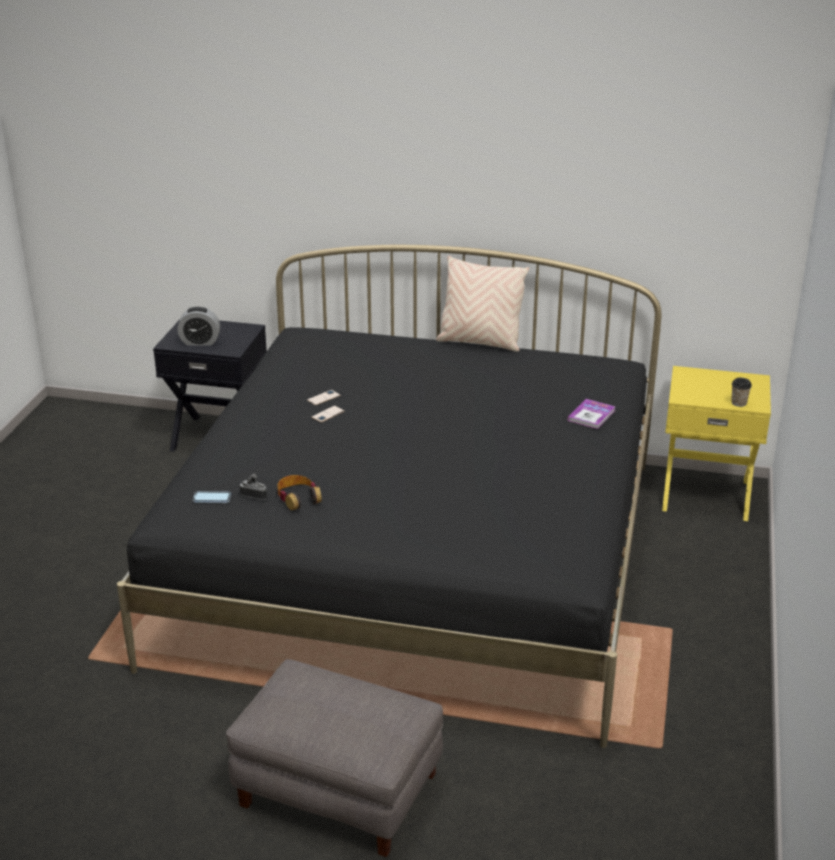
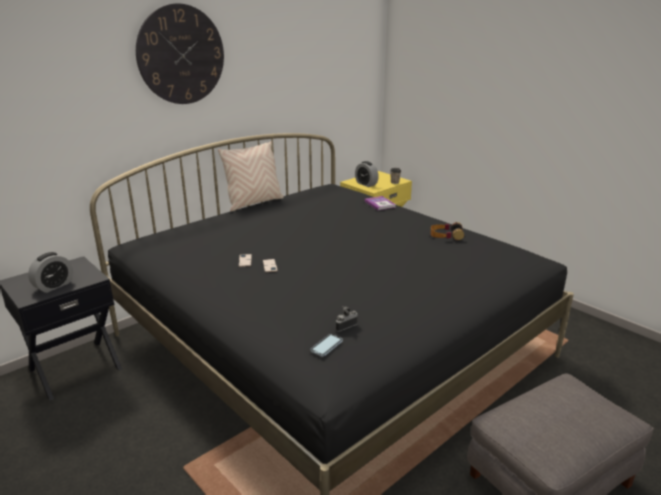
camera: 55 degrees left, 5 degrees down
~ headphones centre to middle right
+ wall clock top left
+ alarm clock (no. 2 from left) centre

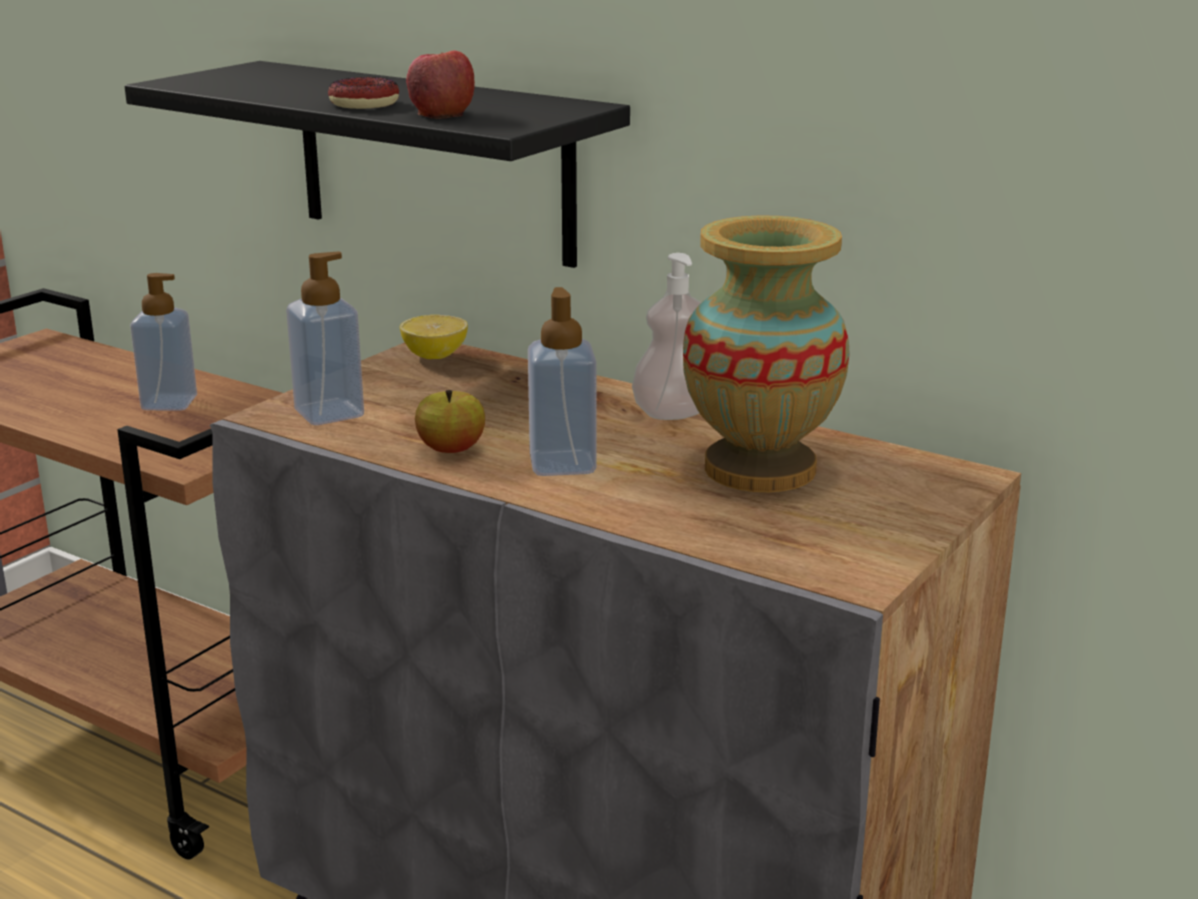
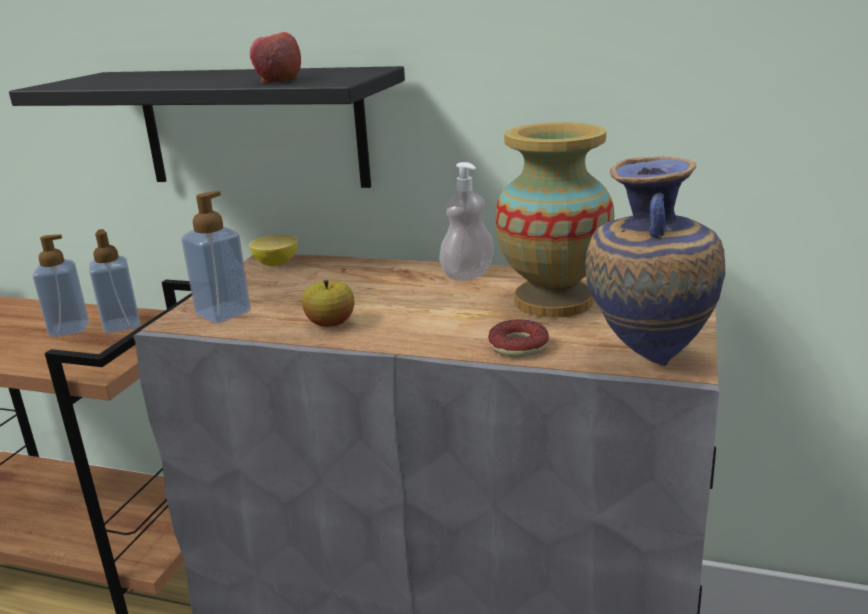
camera: 15 degrees left, 0 degrees up
~ donut top left to centre
~ soap dispenser (no. 3 from left in the first image) centre to soap dispenser (no. 2 from left) middle left
+ vase (no. 2 from left) middle right

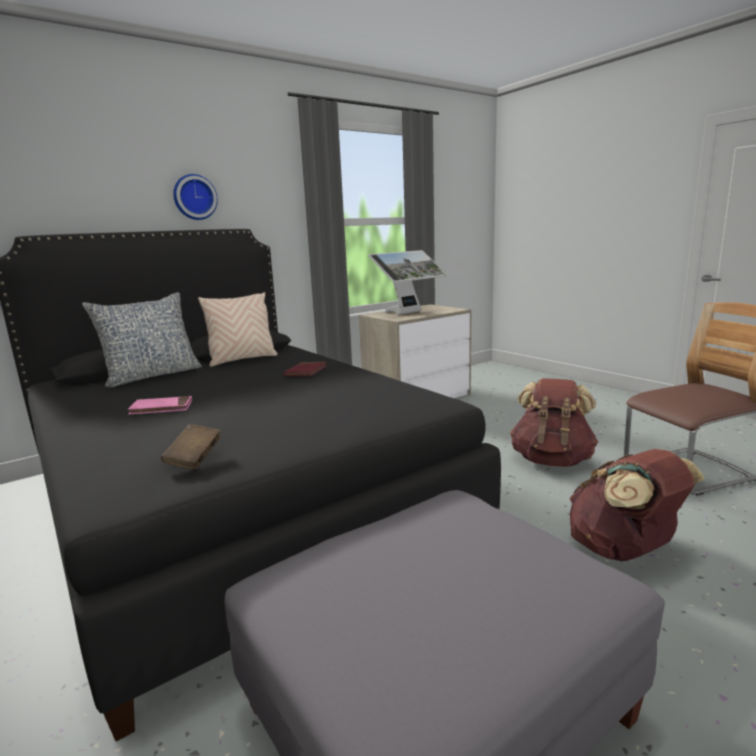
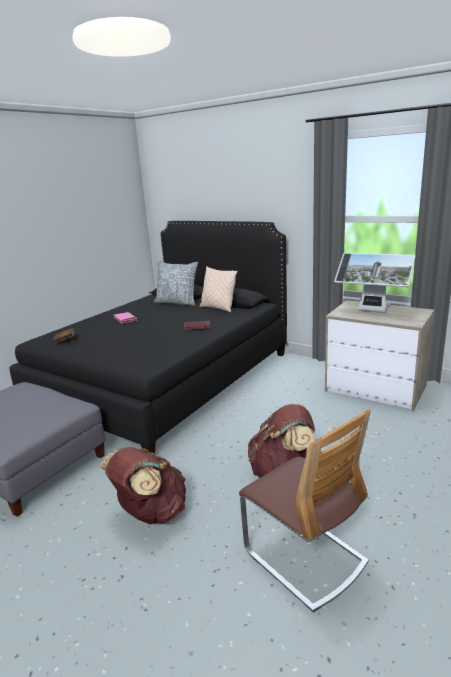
camera: 70 degrees right, 5 degrees up
- wall clock top left

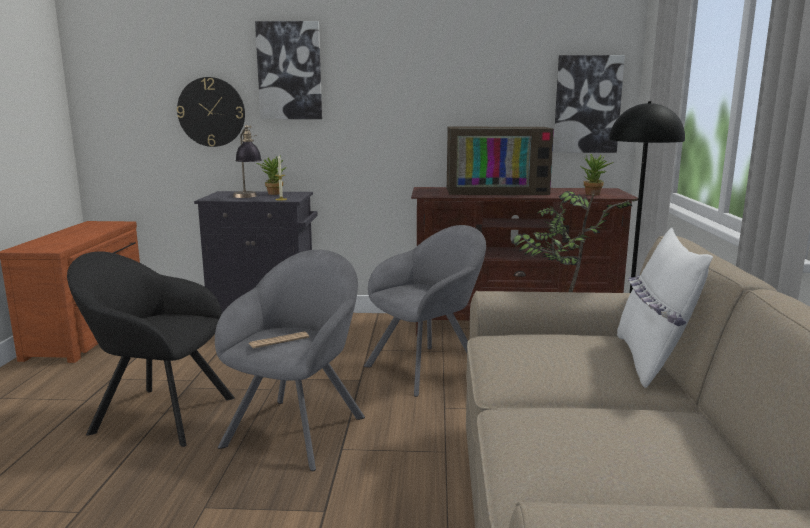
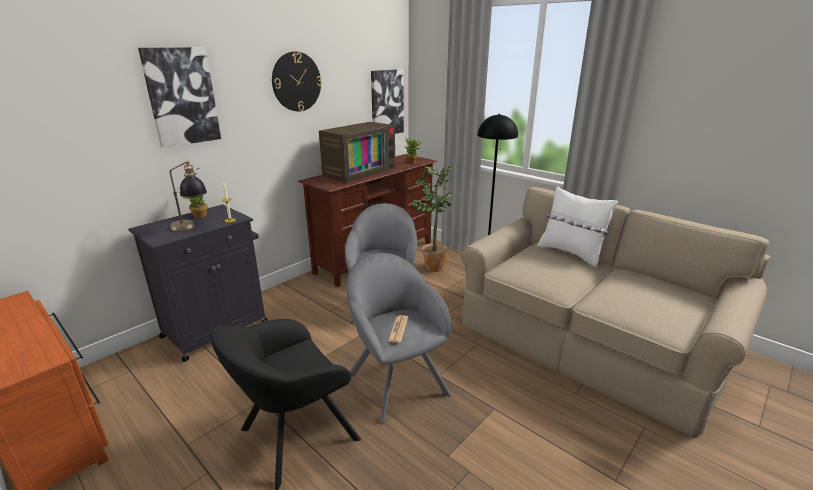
camera: 50 degrees left, 10 degrees up
~ wall clock top left to top centre

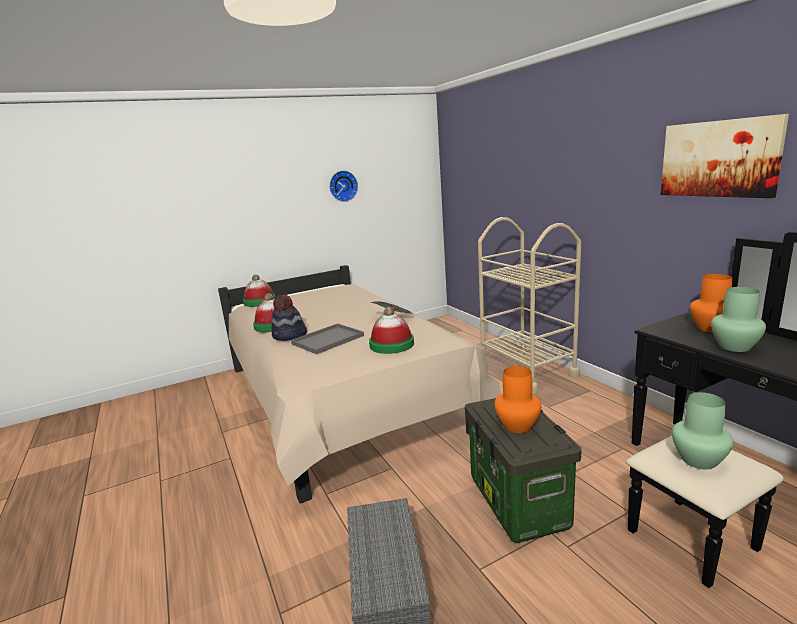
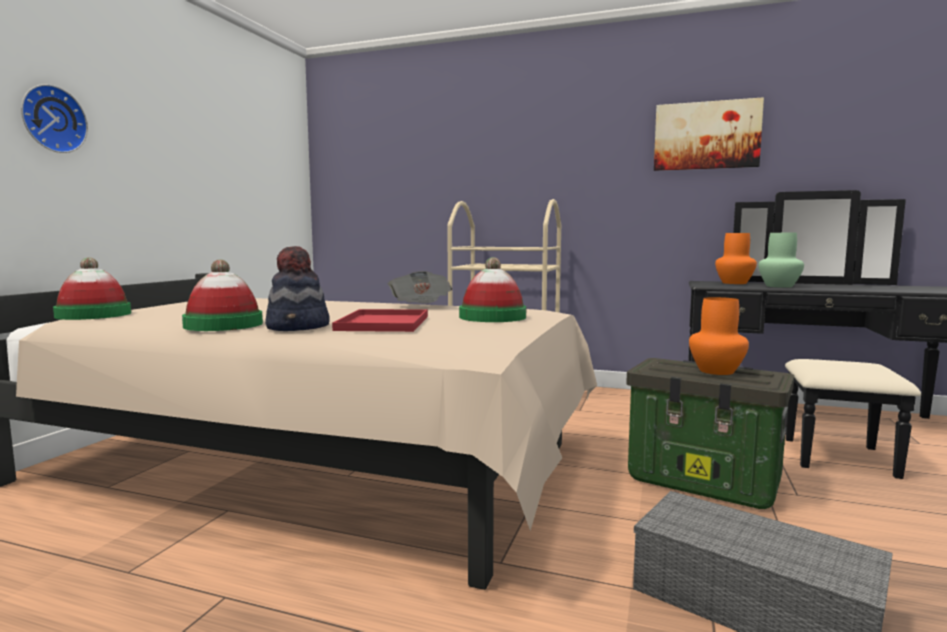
camera: 45 degrees left, 10 degrees down
~ grey tray centre to red tray centre
~ wall clock top centre to top left
- green vase (no. 1 from left) bottom right

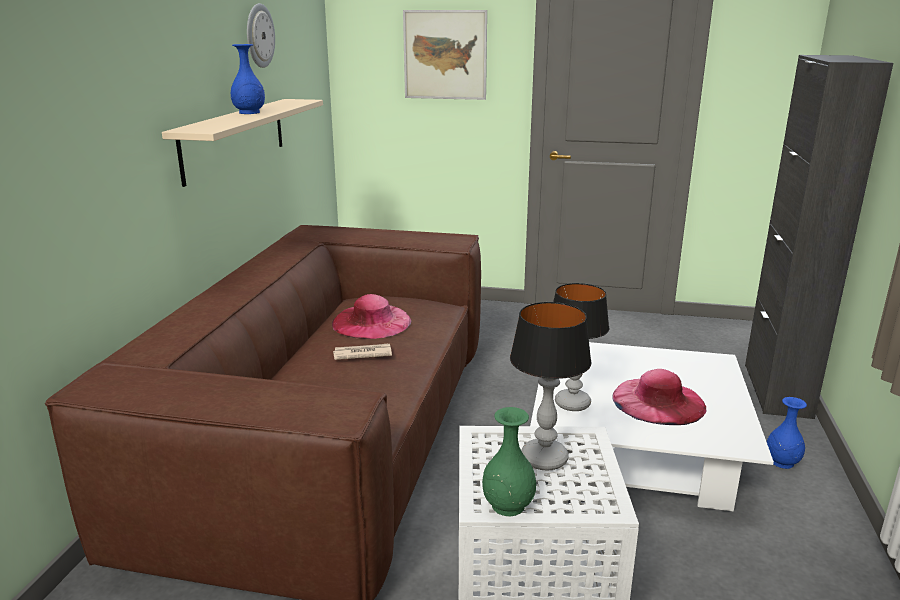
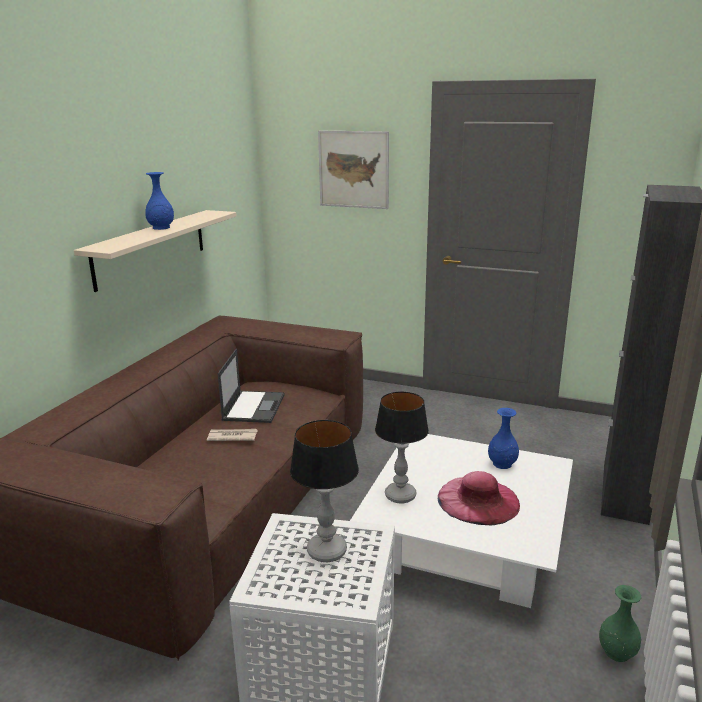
camera: 10 degrees right, 0 degrees up
- wall clock top left
~ pink hat (no. 1 from left) centre to laptop centre
~ green vase bottom centre to bottom right
~ blue vase (no. 2 from left) bottom right to middle right

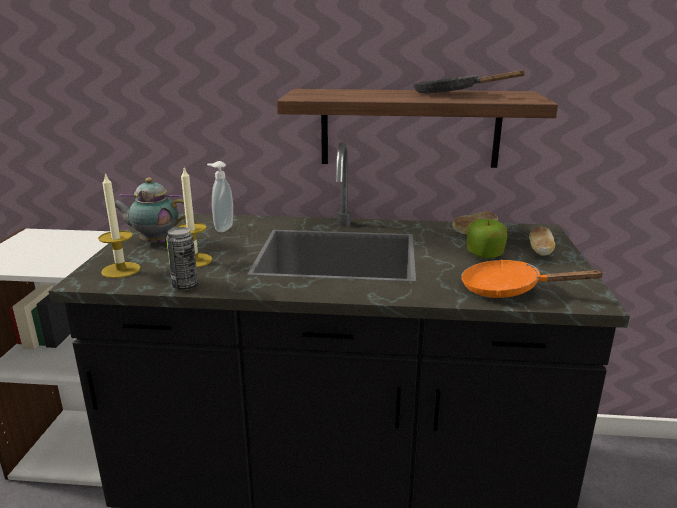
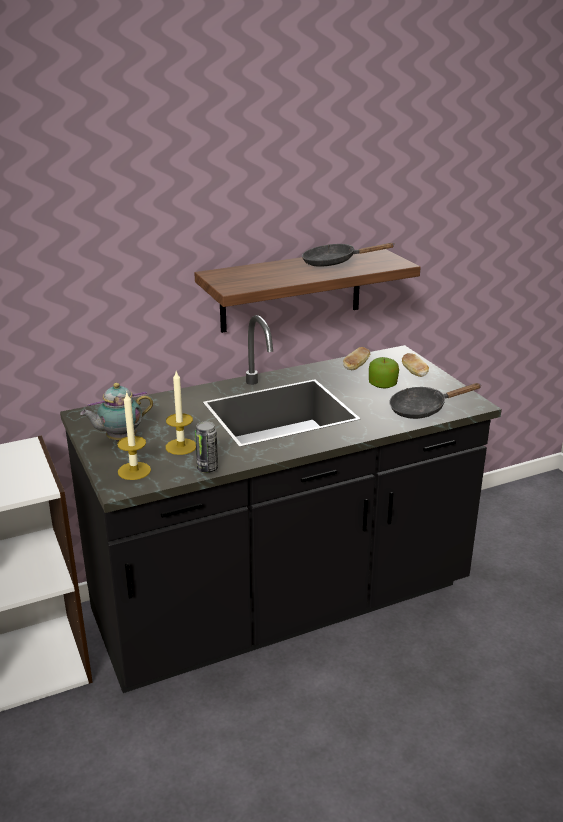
camera: 30 degrees left, 5 degrees up
- soap dispenser middle left
~ orange frying pan middle right to black frying pan (no. 2 from left) middle right

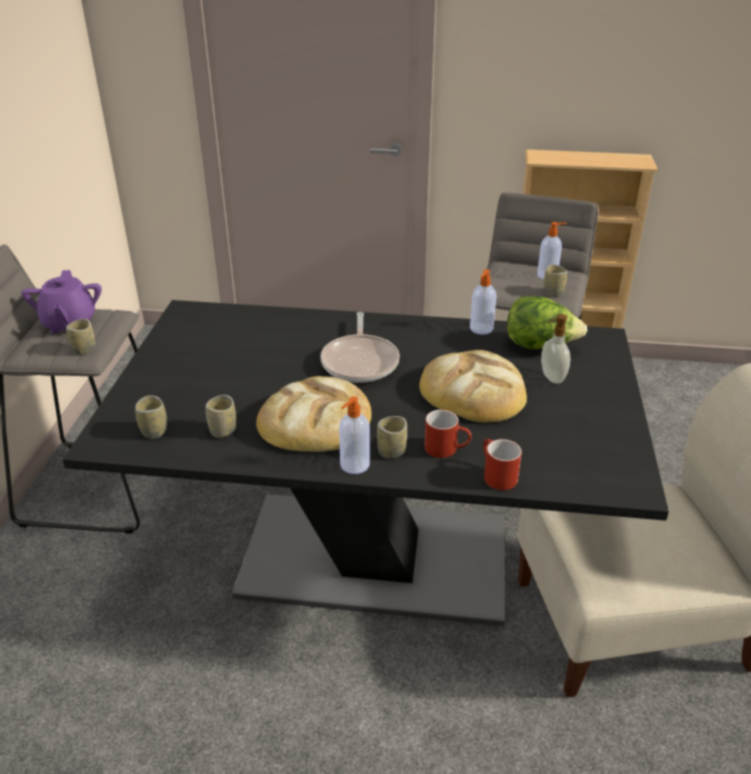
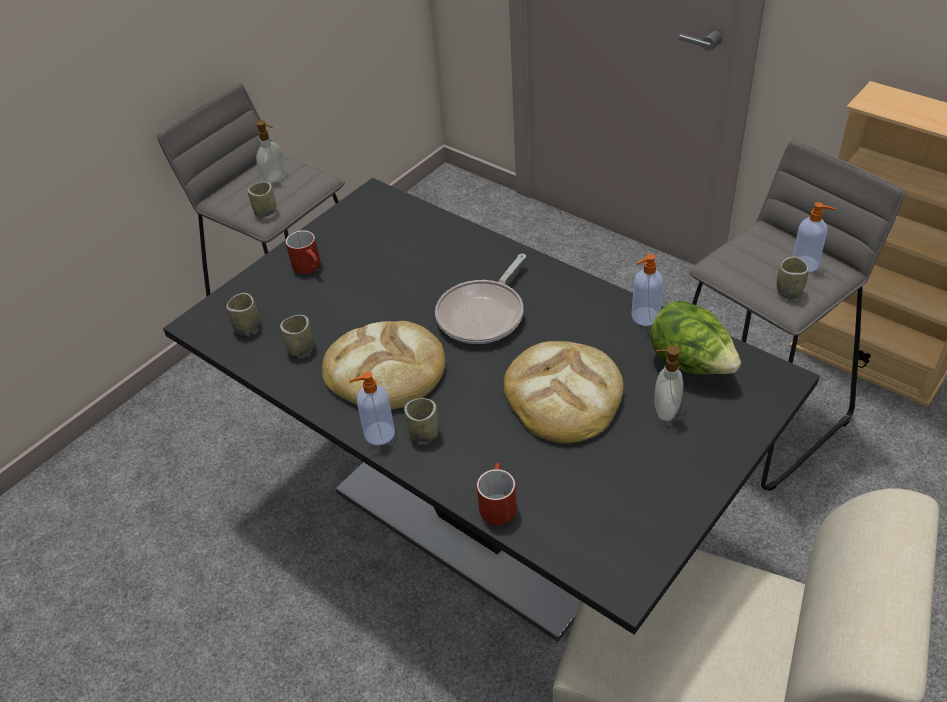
camera: 35 degrees right, 10 degrees up
~ purple teapot middle left to soap dispenser (no. 1 from left) top left
~ red mug (no. 1 from left) centre to middle left

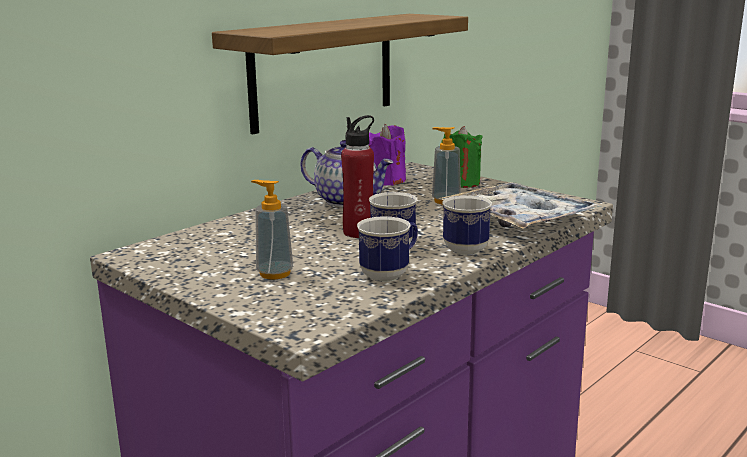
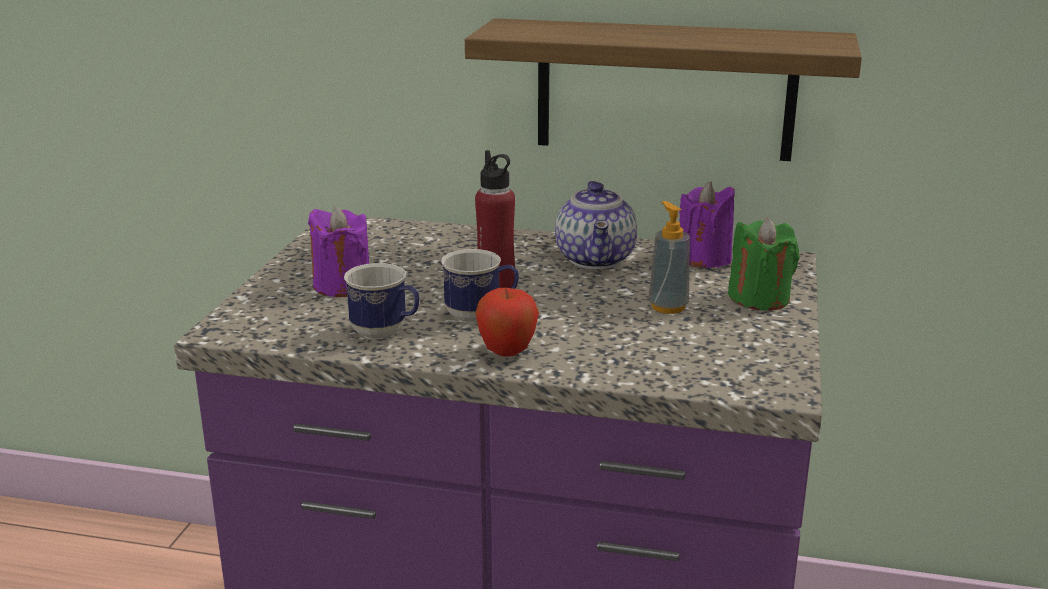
camera: 60 degrees right, 5 degrees up
~ soap dispenser (no. 1 from left) centre to purple candle (no. 1 from left) middle left
- tray middle right
~ mug (no. 3 from left) centre to apple centre

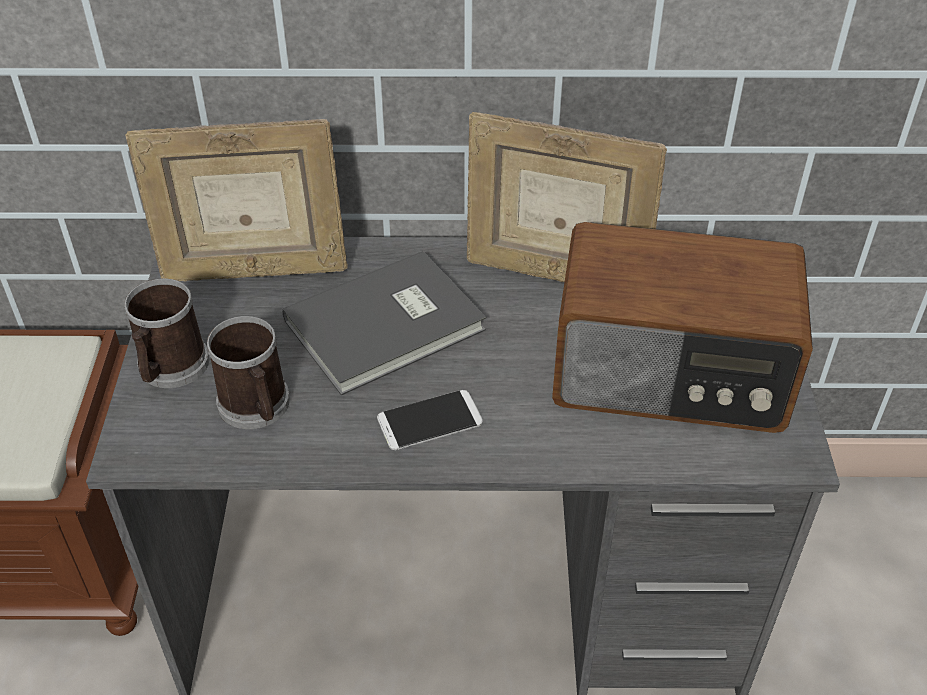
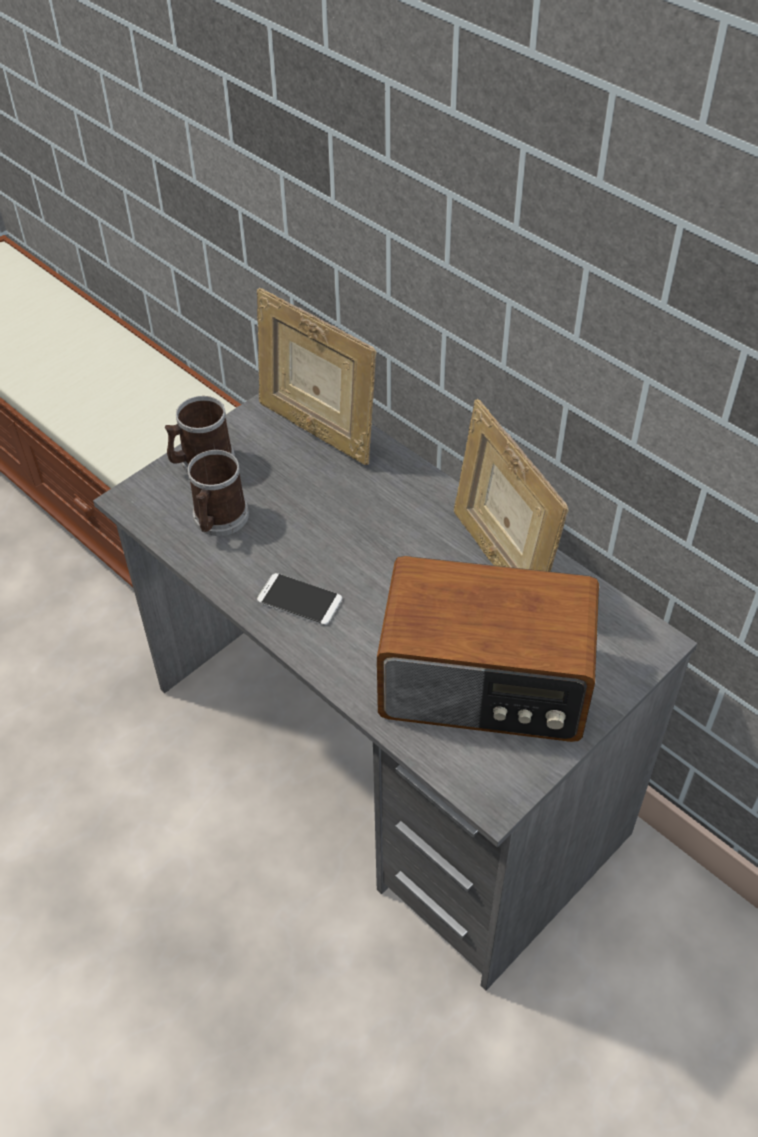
camera: 45 degrees right, 5 degrees up
- grey book centre
~ radio middle right = centre 45 degrees counterclockwise

